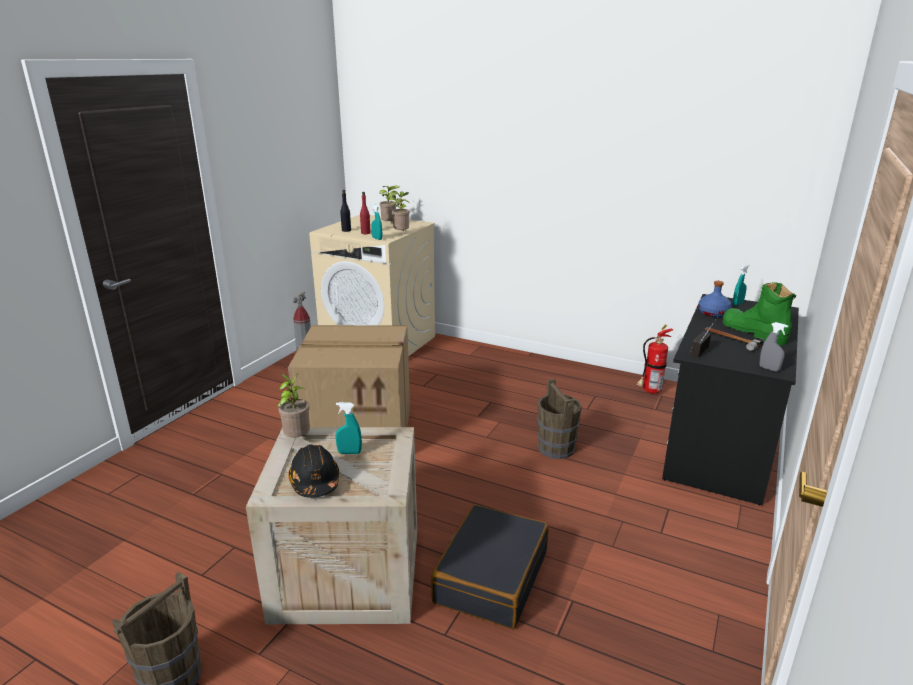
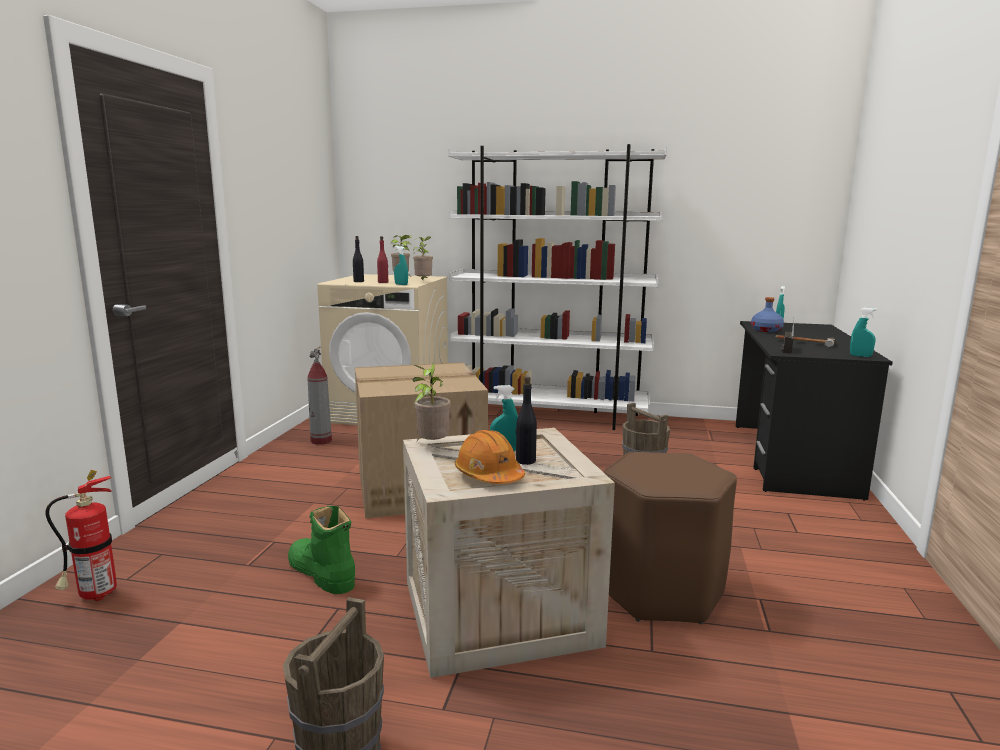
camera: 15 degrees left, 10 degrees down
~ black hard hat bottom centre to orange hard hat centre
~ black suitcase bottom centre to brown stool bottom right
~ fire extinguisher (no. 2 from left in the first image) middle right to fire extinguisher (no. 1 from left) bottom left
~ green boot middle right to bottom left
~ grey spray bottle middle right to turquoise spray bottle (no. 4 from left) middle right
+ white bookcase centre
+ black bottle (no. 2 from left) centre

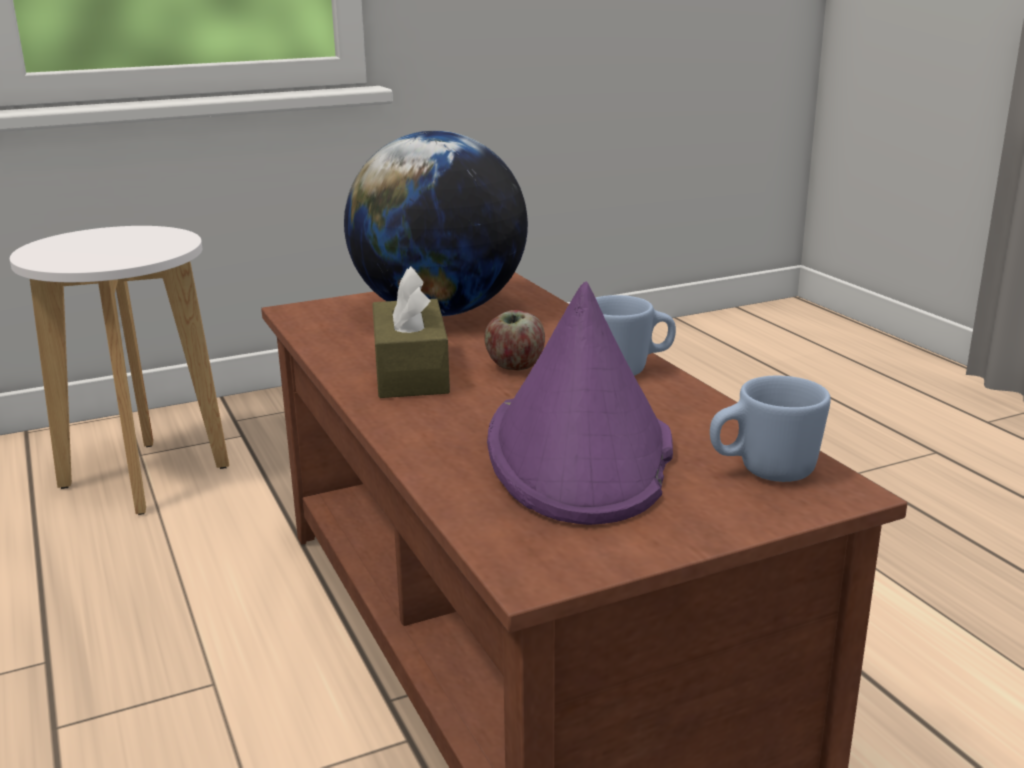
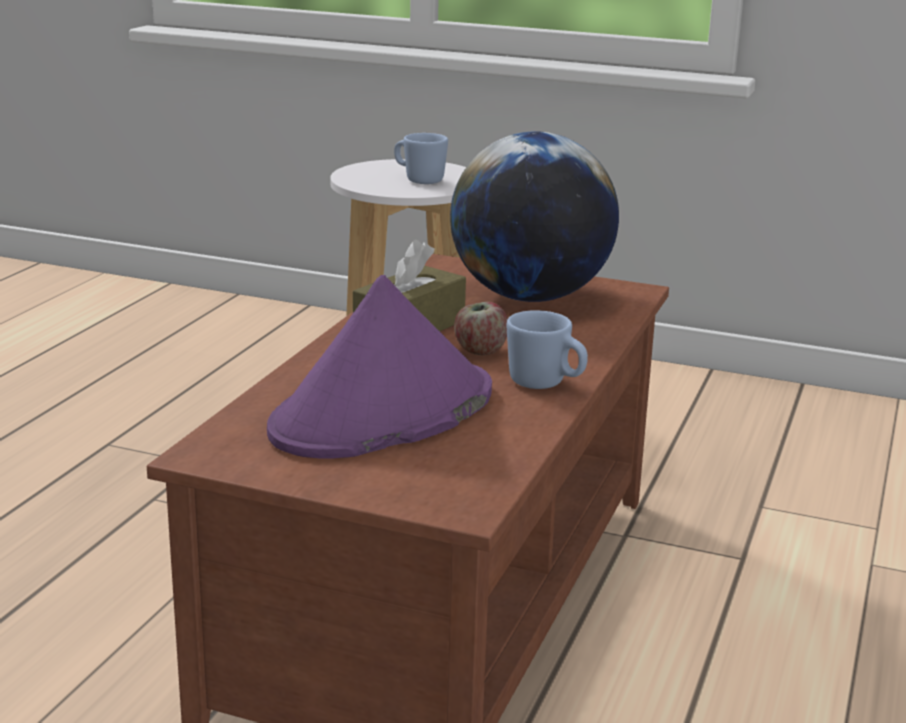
camera: 45 degrees right, 0 degrees up
~ blue mug (no. 2 from left in the first image) middle right to blue mug (no. 1 from left) top centre

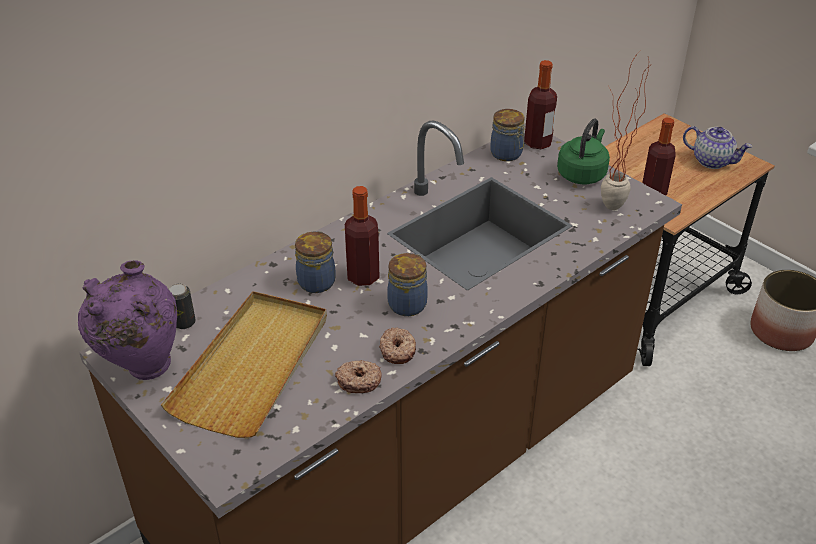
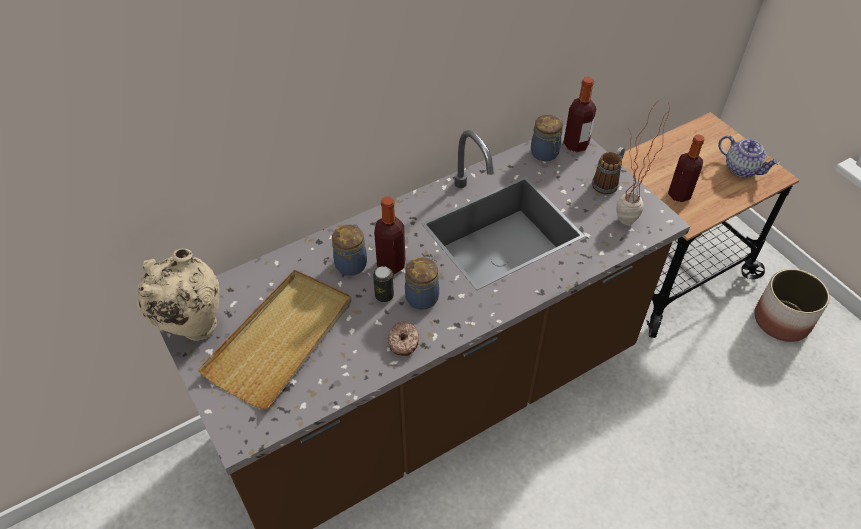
camera: 10 degrees right, 10 degrees up
~ purple vase middle left to beige vase middle left
~ can middle left to centre
- donut (no. 1 from left) bottom centre
~ green kettle top right to mug top right

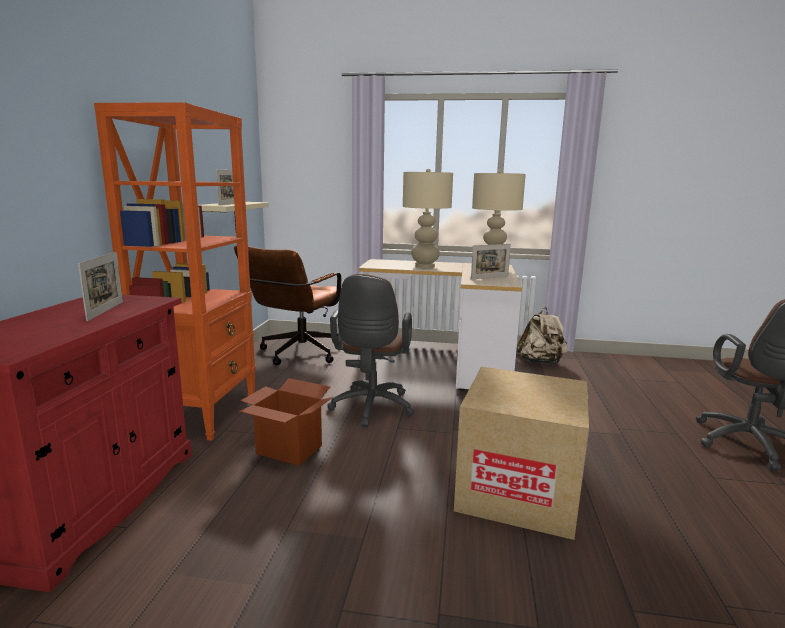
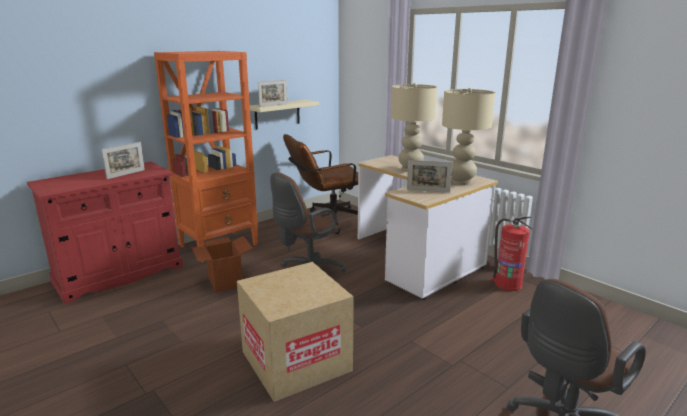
camera: 40 degrees right, 5 degrees up
~ beige backpack middle right to fire extinguisher middle right

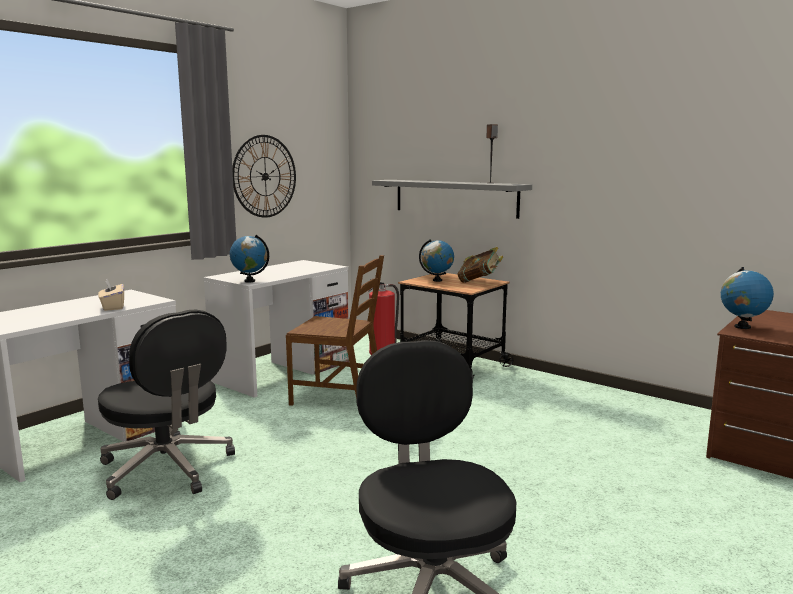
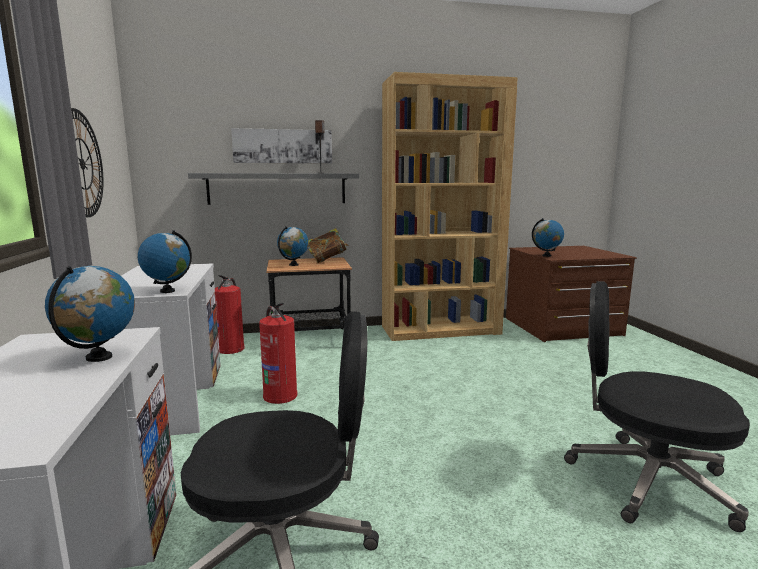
camera: 50 degrees left, 0 degrees up
~ beige tissue box middle left to globe (no. 1 from left) middle left
~ brown chair centre to fire extinguisher (no. 2 from left) centre
+ picture top centre
+ brown bookcase centre

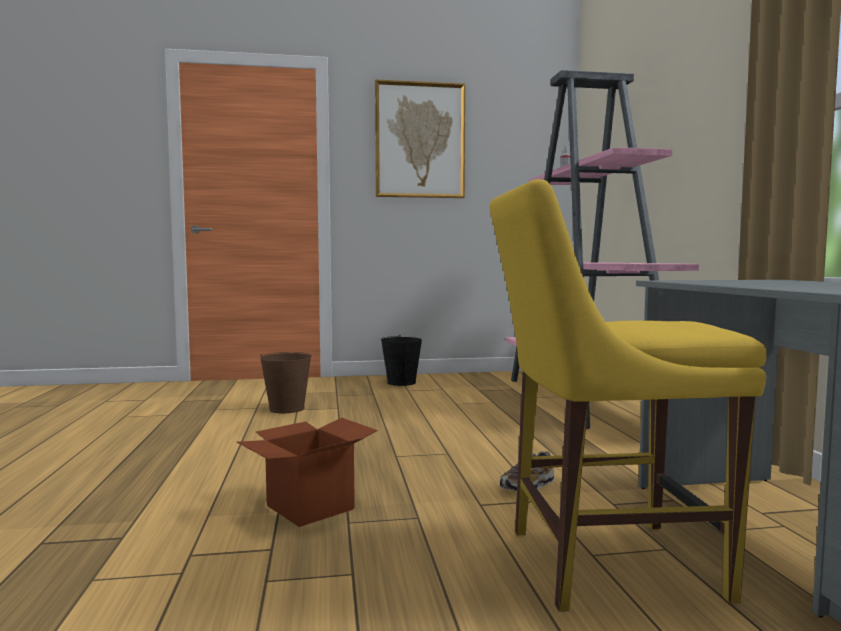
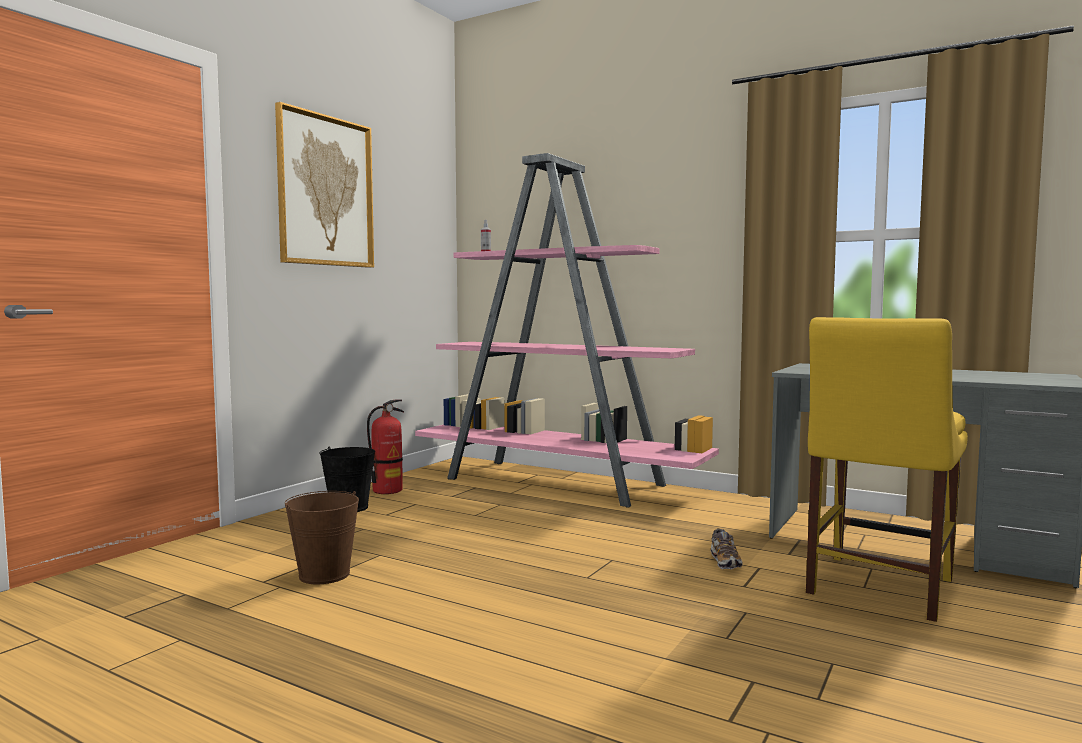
camera: 50 degrees left, 0 degrees up
- cardboard box bottom centre
+ fire extinguisher centre

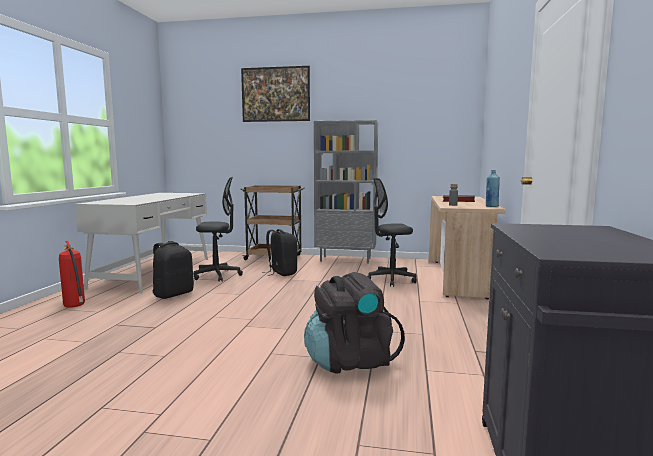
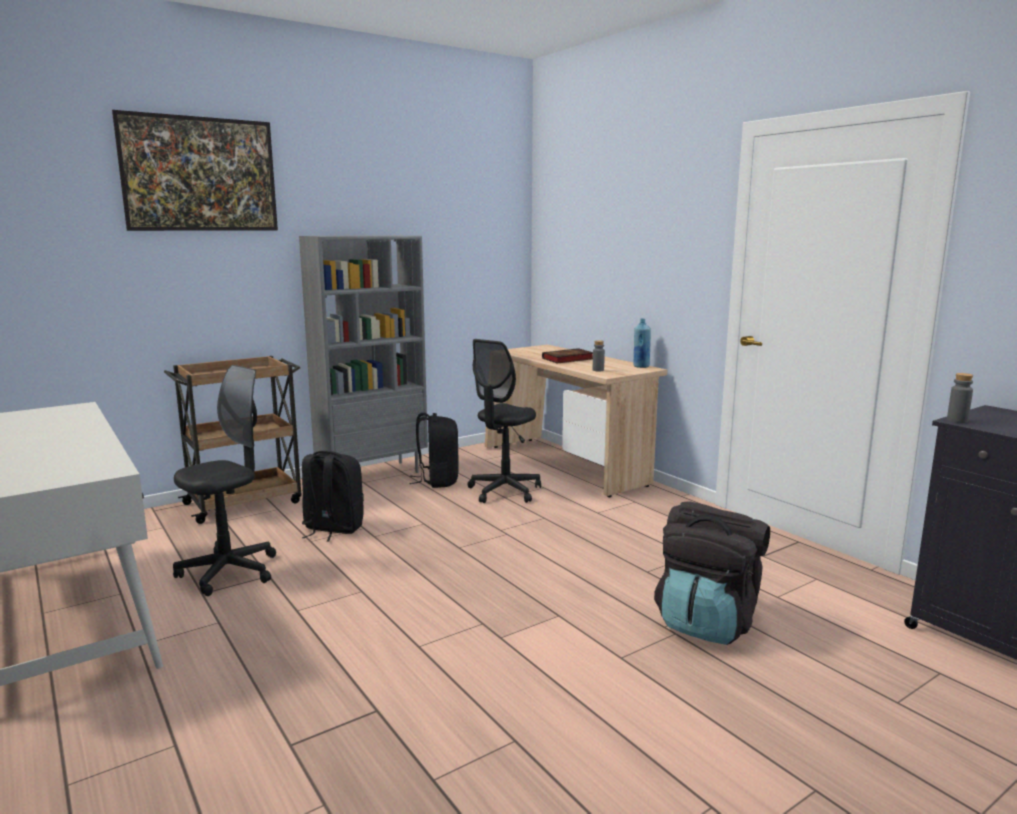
camera: 45 degrees left, 5 degrees up
- fire extinguisher middle left
~ black backpack (no. 1 from left in the first image) middle left to black backpack (no. 2 from left) centre
+ grey bottle (no. 2 from left) middle right

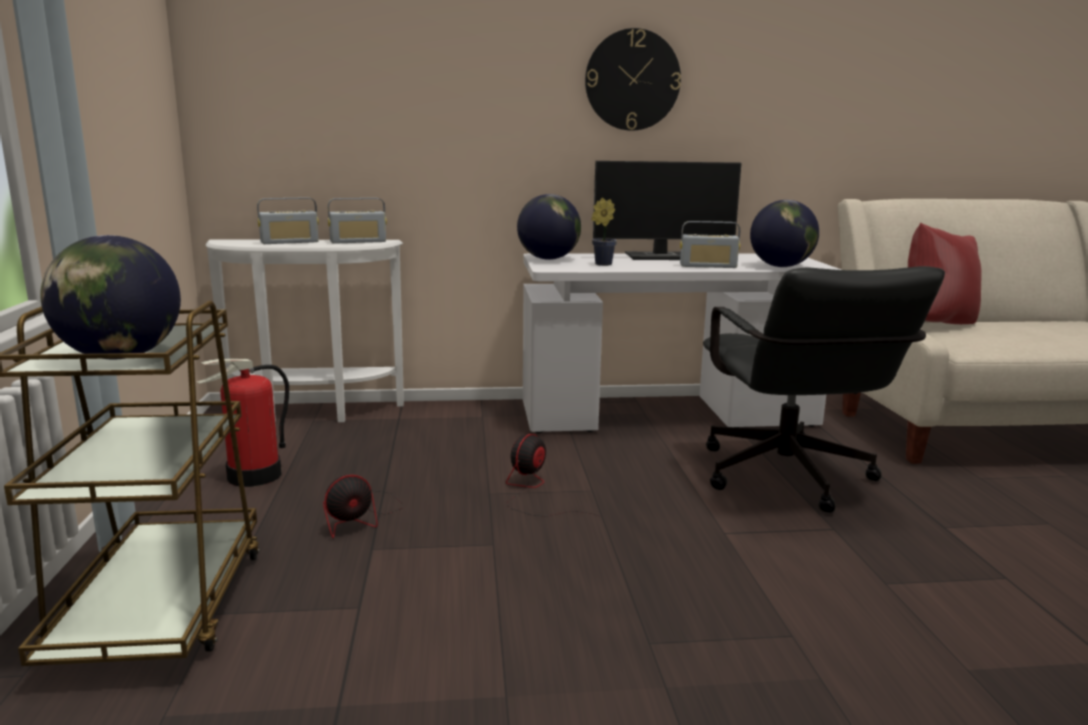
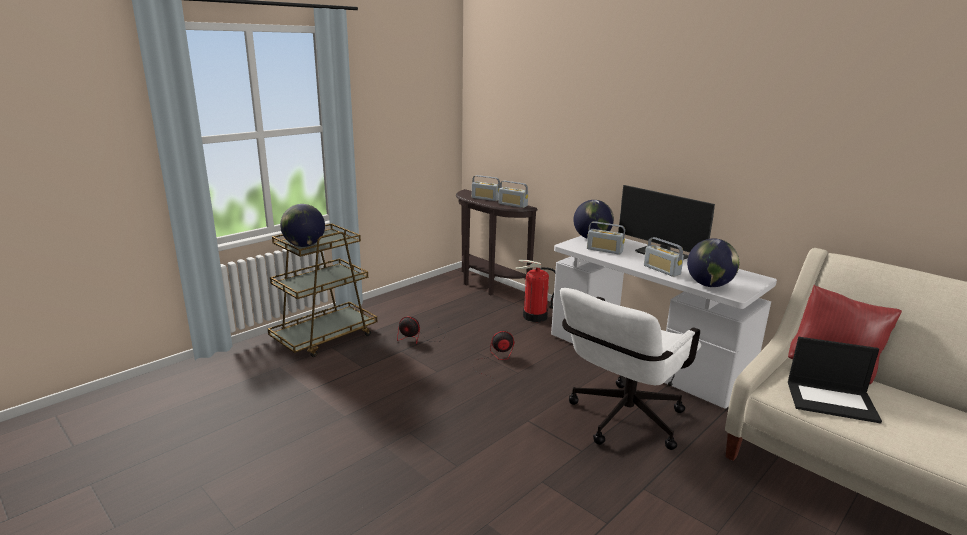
camera: 50 degrees right, 5 degrees up
~ fire extinguisher middle left to centre
~ white console table middle left to brown console table centre
- wall clock top centre
~ potted plant top centre to radio (no. 3 from left) centre
~ black office chair middle right to white office chair bottom centre
+ laptop bottom right

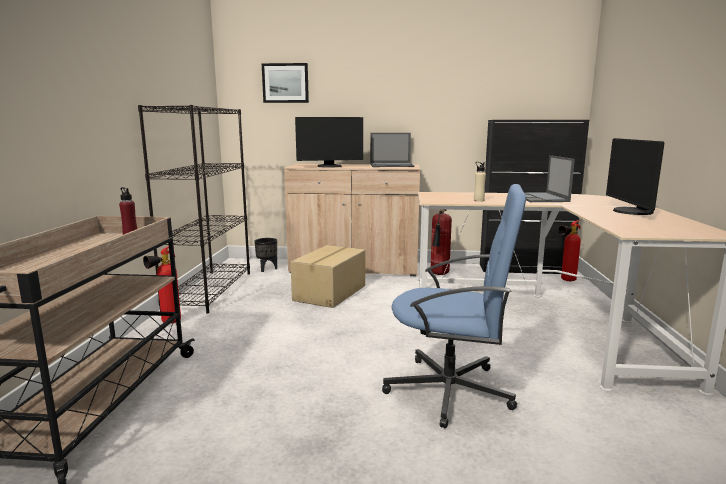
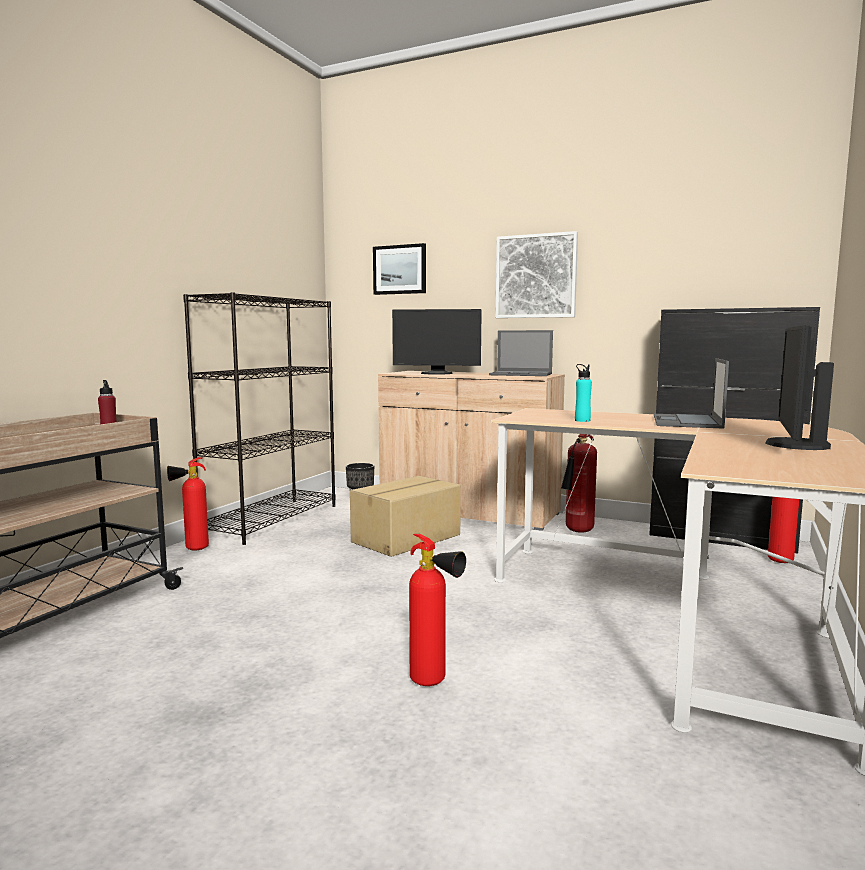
camera: 20 degrees right, 5 degrees down
~ blue office chair centre to fire extinguisher (no. 2 from left) bottom centre
~ beige bottle centre to turquoise bottle middle right
+ picture (no. 2 from left) top centre

